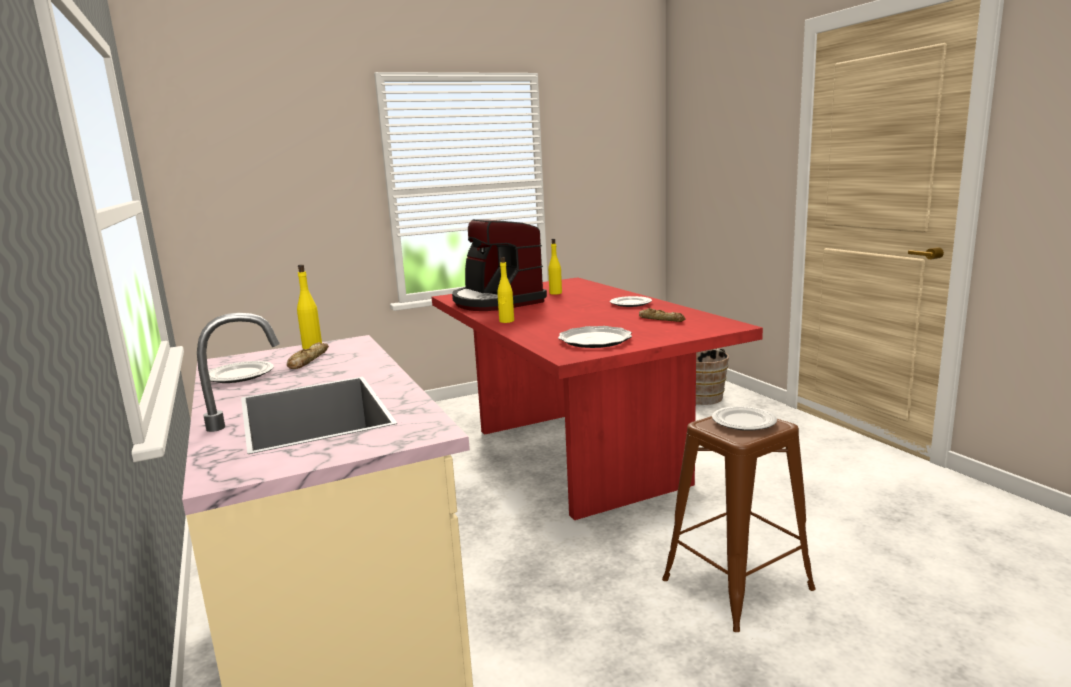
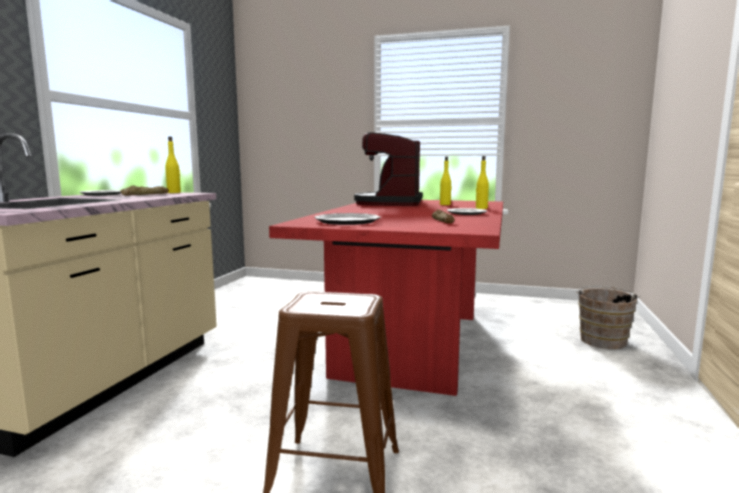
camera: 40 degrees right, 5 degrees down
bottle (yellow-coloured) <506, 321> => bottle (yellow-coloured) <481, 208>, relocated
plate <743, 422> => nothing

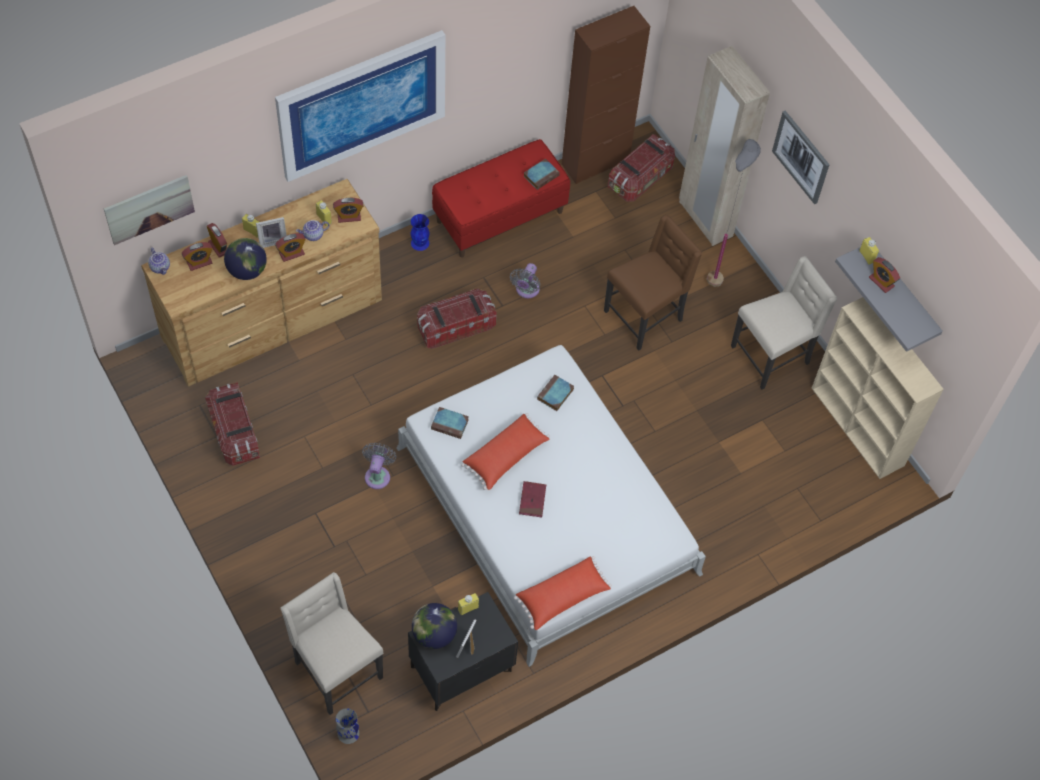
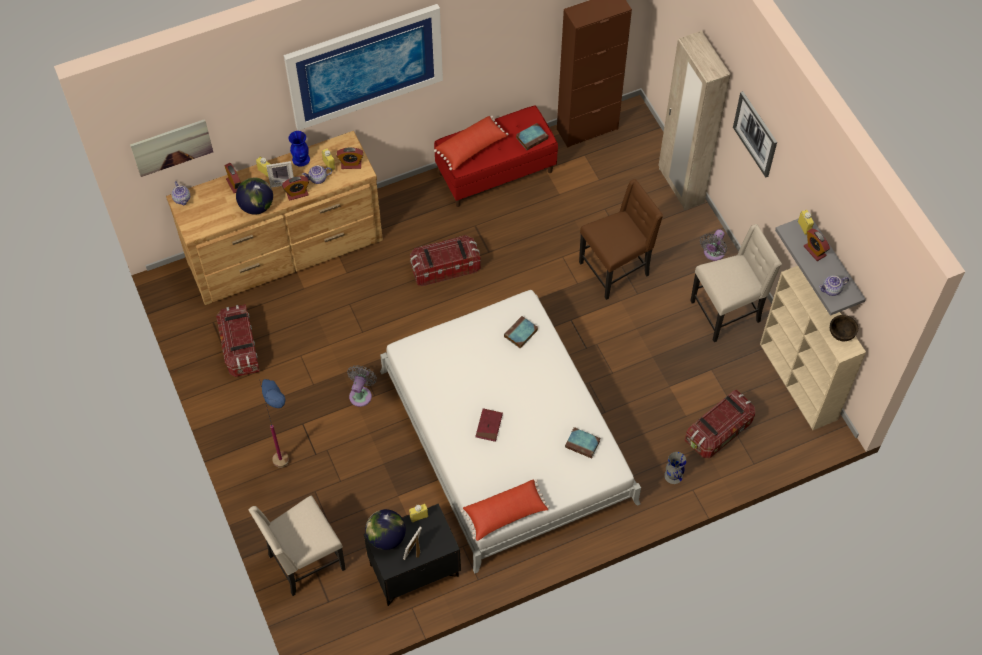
camera: 10 degrees right, 0 degrees up
upright chair (beige-coloured) <336, 670> => upright chair (beige-coloured) <304, 562>, 90 degrees counterclockwise
nothing => standard lamp (bluish) <289, 472>
vase (bluish) <420, 243> => vase (bluish) <301, 159>, relocated
throw pillow (red) <506, 456> => throw pillow (red) <471, 148>, relocated
book <450, 424> => book <583, 444>, relocated
vase (grey) <348, 733> => vase (grey) <673, 476>, relocated
storage box <640, 178> => storage box <719, 432>, relocated
cooling fan (grey) <526, 290> => cooling fan (grey) <713, 253>, relocated
nothing => tea pot <831, 290>
nothing => deep dish (brown) <841, 333>
alarm clock <199, 262> => nothing
standard lamp (grey) <718, 271> => nothing

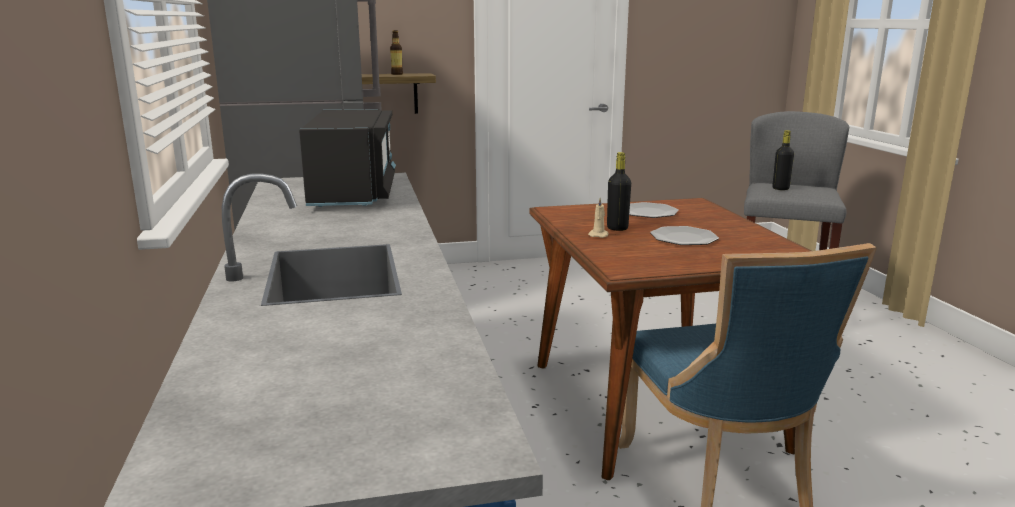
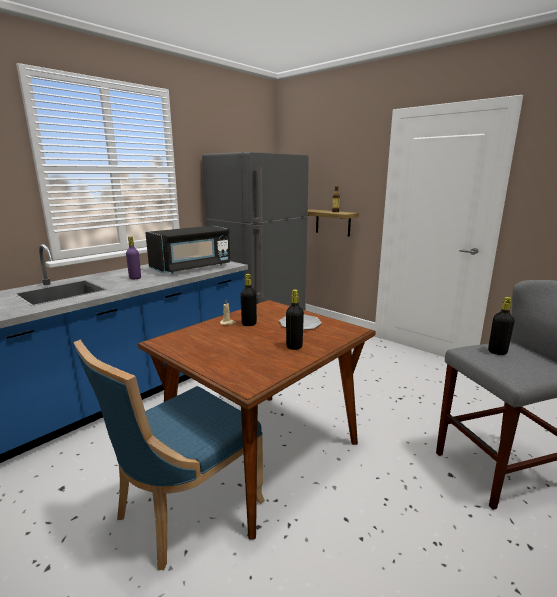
camera: 55 degrees right, 0 degrees up
nothing => bottle (purple) <135, 278>
nothing => bottle (black-coloured) <294, 346>
plate <683, 238> => nothing

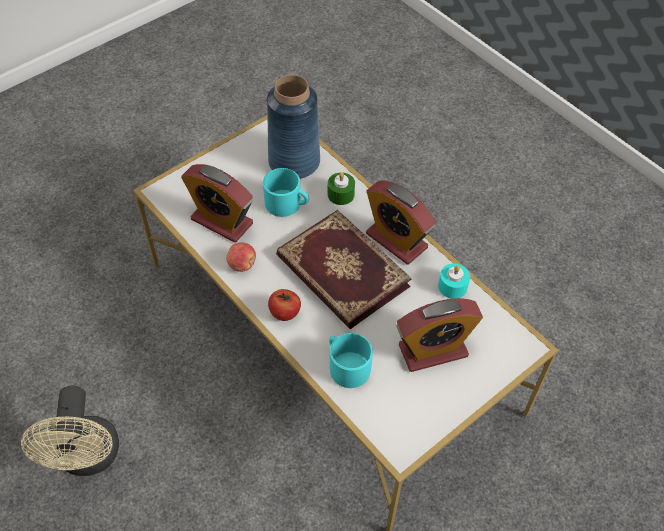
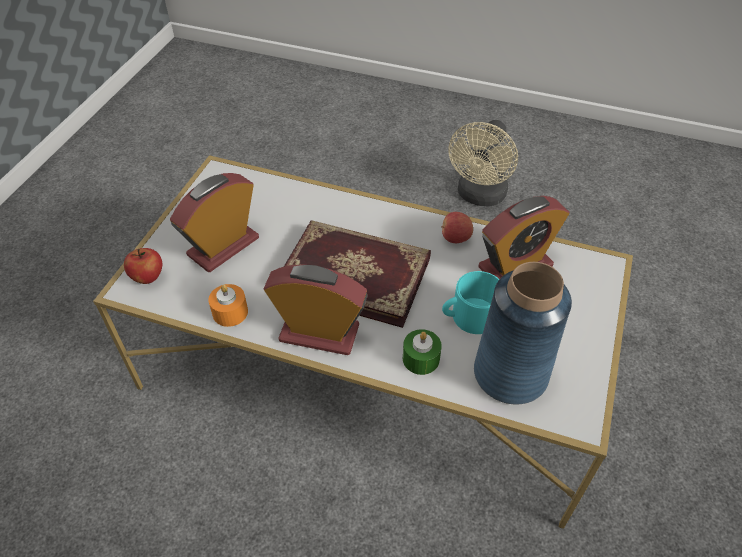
camera: 150 degrees right, 5 degrees down
whole apple <285, 313> => whole apple <148, 277>, relocated
wax light (turquoise-coloured) <452, 286> => wax light (orange) <230, 312>
cooling fan (beige-coloured) <88, 459> => cooling fan (beige-coloured) <479, 196>, 120 degrees counterclockwise
alarm clock <222, 221> => alarm clock <515, 266>, 150 degrees clockwise
coffee mug (turquoise-coloured) <346, 365> => nothing

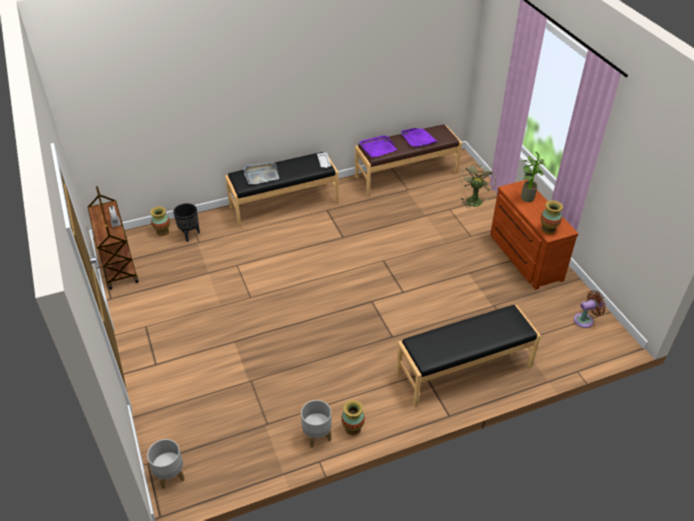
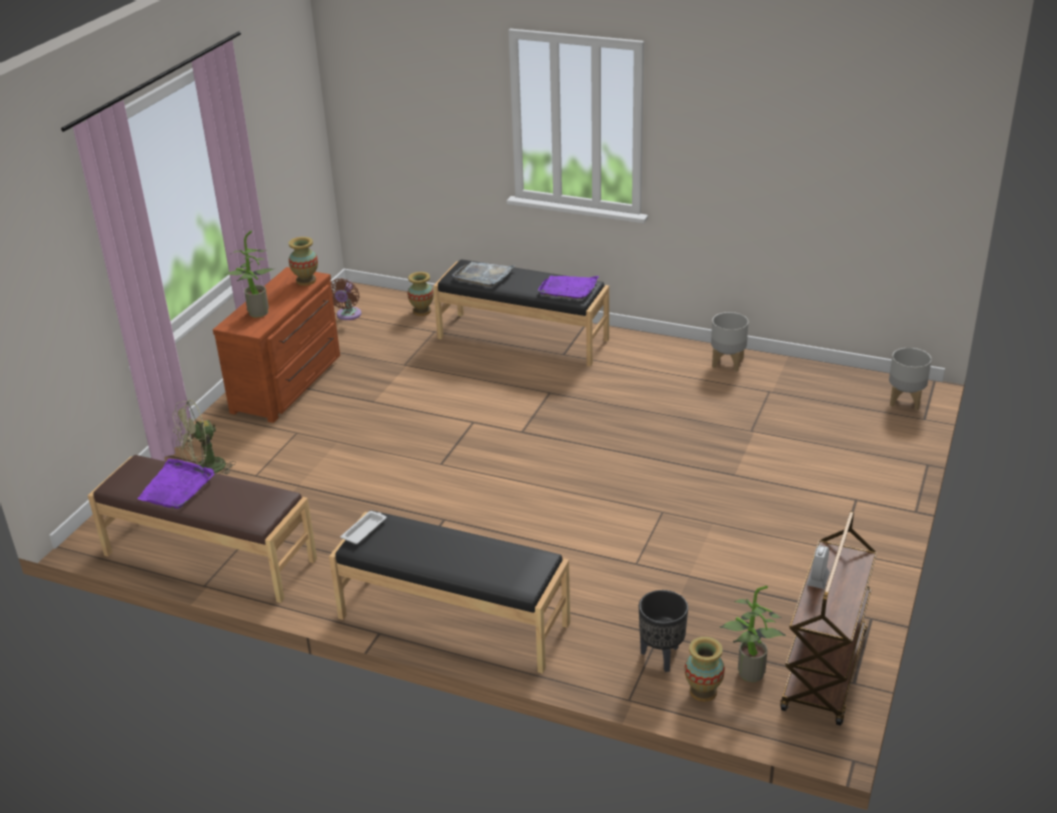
camera: 135 degrees left, 10 degrees down
cooling fan (brown) <585, 320> => cooling fan (brown) <348, 315>, 105 degrees counterclockwise
vase <353, 428> => vase <422, 311>, relocated
tray (grey) <261, 174> => tray (grey) <484, 275>, relocated
tray (purple) <377, 148> => tray (purple) <568, 289>, relocated
nothing => plant in a pot <748, 675>

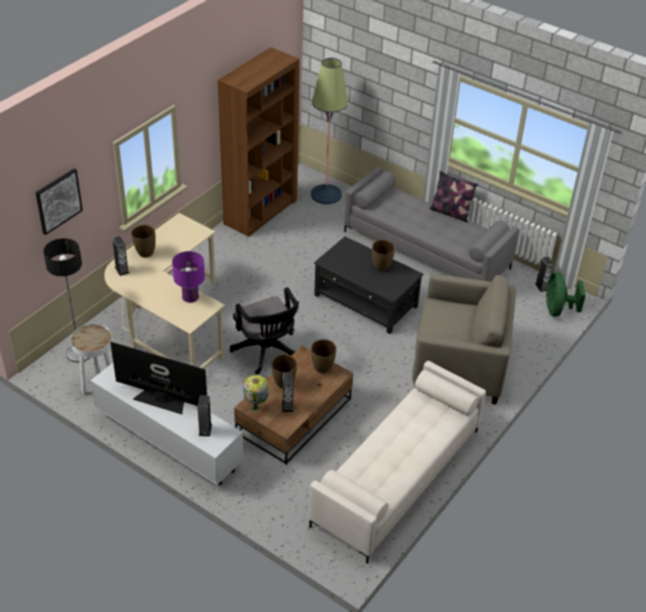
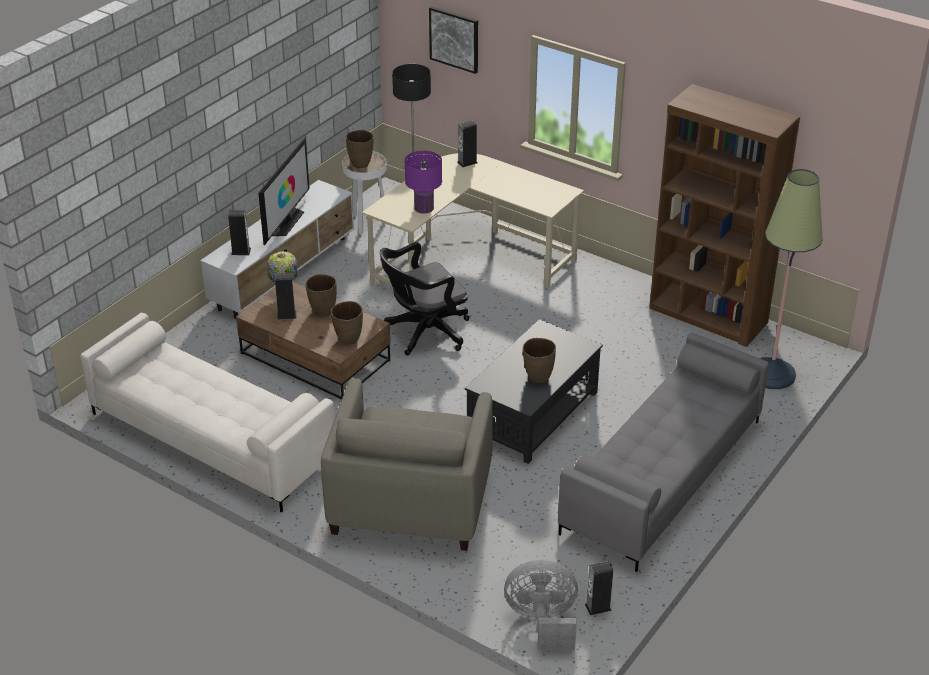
camera: 90 degrees right, 5 degrees down
vase (brown) <145, 253> => vase (brown) <360, 164>, relocated
cooling fan (greenish) <557, 309> => cooling fan (grey) <542, 622>
throw pillow <450, 213> => nothing

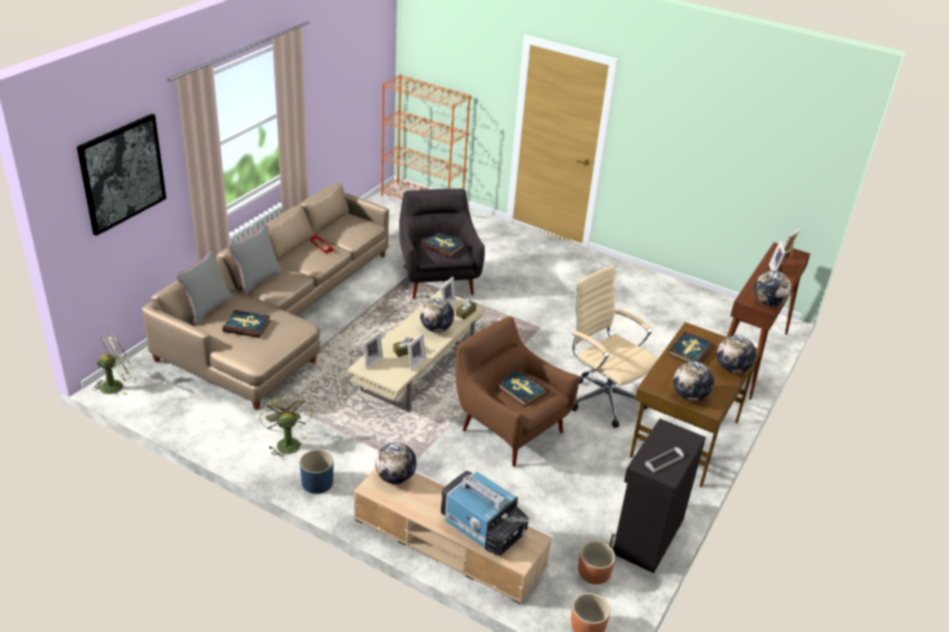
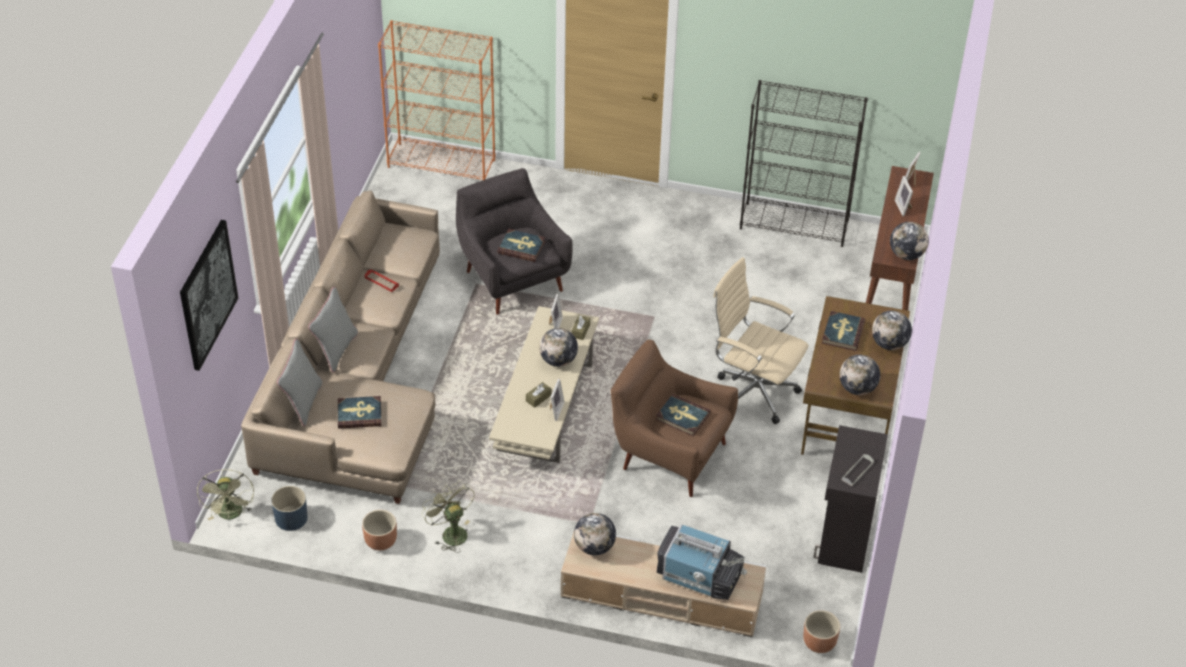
camera: 15 degrees left, 10 degrees up
cooling fan (greenish) <116, 385> => cooling fan (greenish) <231, 515>, 135 degrees clockwise
plant pot (bluish) <317, 482> => plant pot (bluish) <291, 518>, relocated
plant pot (brown) <594, 575> => plant pot (brown) <381, 541>, relocated
nothing => bookcase (black-coloured) <795, 224>
standing frame <371, 361> => nothing

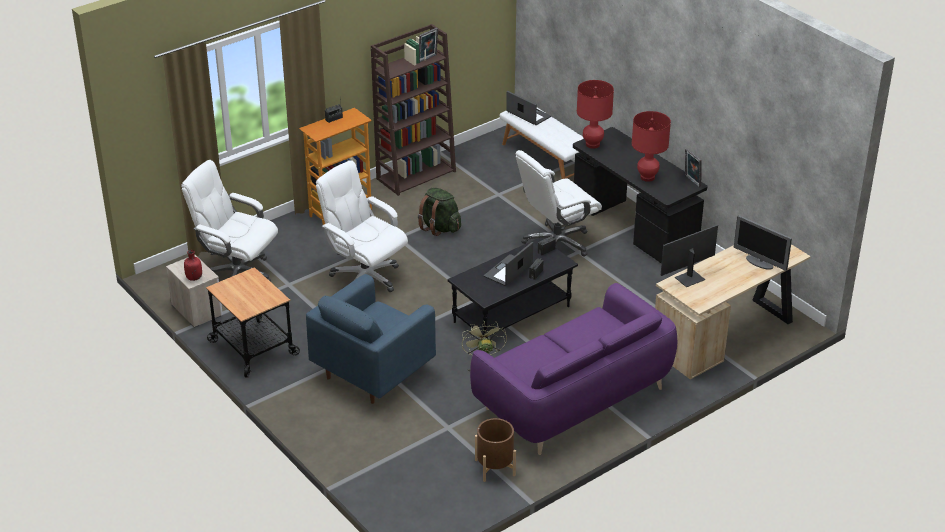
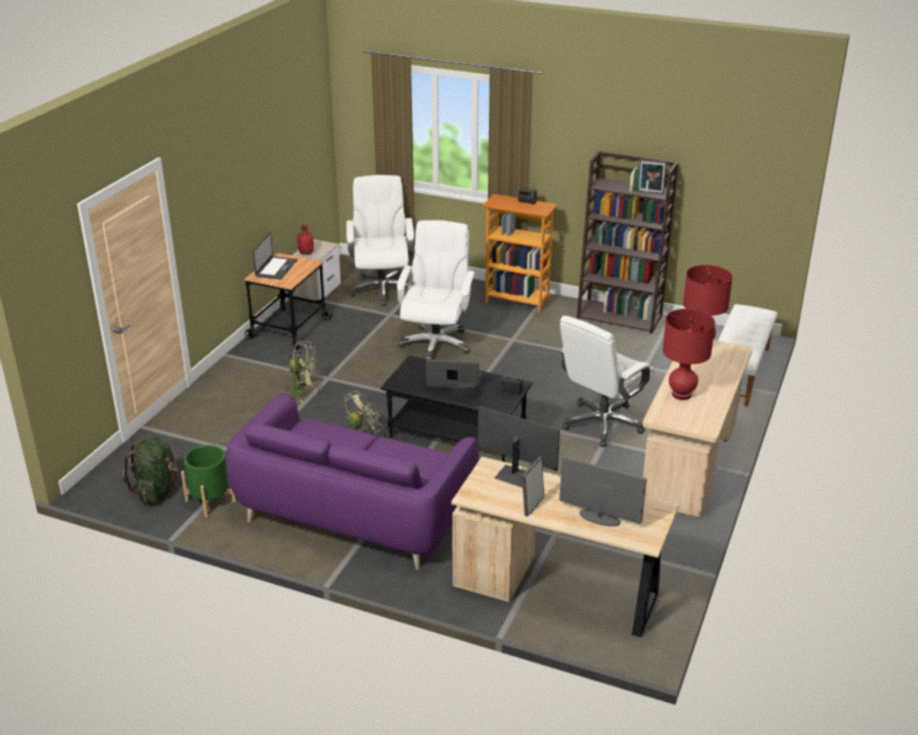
camera: 60 degrees right, 5 degrees down
rucksack (greenish) <439, 227> => rucksack (greenish) <157, 490>, relocated
plant pot (brown) <495, 467> => plant pot (greenish) <210, 501>
portable computer <528, 115> => portable computer <275, 268>, relocated
lounge chair (bluish) <373, 372> => cooling fan (greenish) <303, 392>
standing frame <691, 181> => standing frame <532, 505>, relocated
computer chair (white-coloured) <556, 243> => computer chair (white-coloured) <602, 424>, 75 degrees counterclockwise
computer display <759, 263> => computer display <599, 518>, 105 degrees clockwise
desk table (black-coloured) <634, 227> => desk table (beige-coloured) <690, 463>

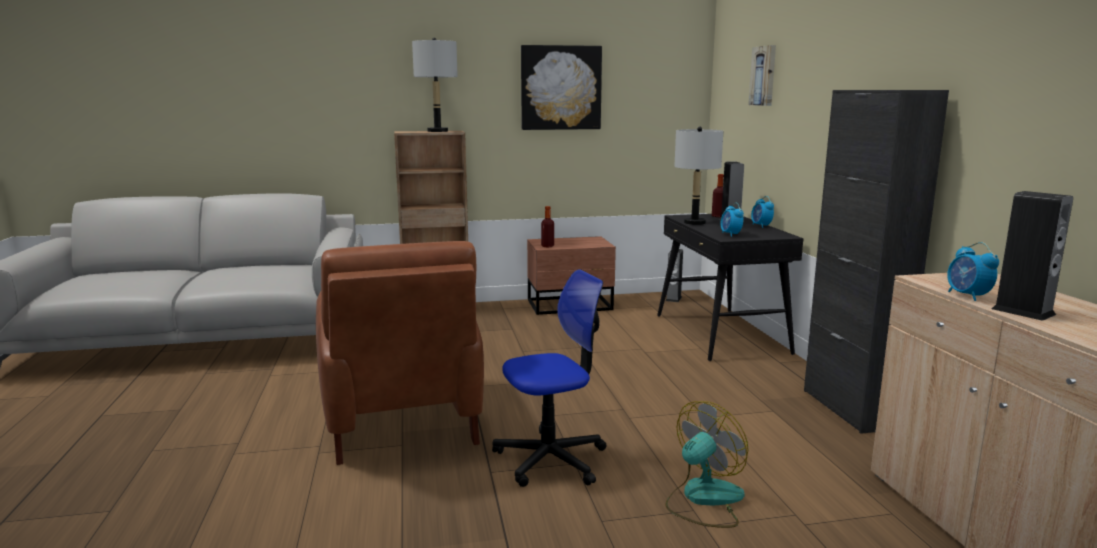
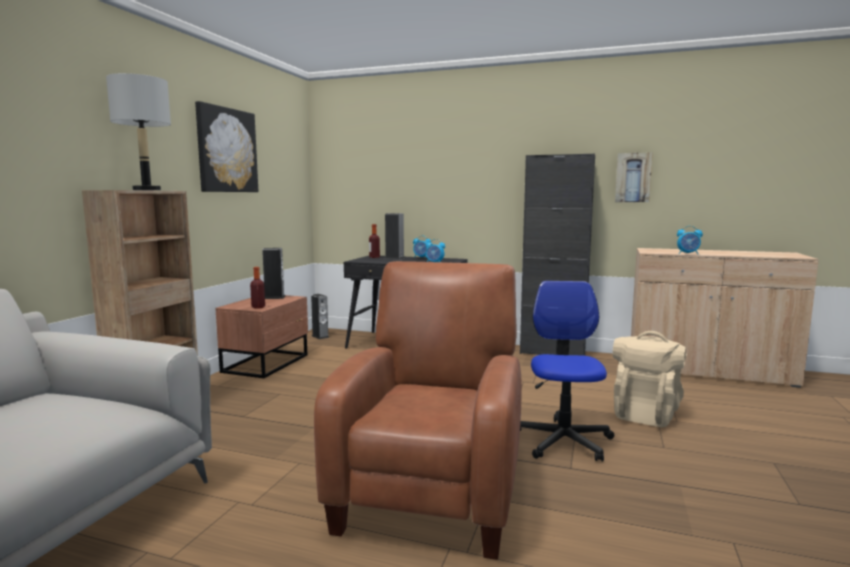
camera: 60 degrees left, 5 degrees down
loudspeaker <1023, 311> => loudspeaker <274, 297>, relocated
lounge chair (brown) <401, 421> => lounge chair (brown) <434, 488>, 90 degrees counterclockwise
cooling fan <703, 499> => rucksack (beige-coloured) <645, 413>
wall picture <764, 76> => wall picture <633, 177>, relocated
lamp for a table (grey) <695, 223> => nothing

